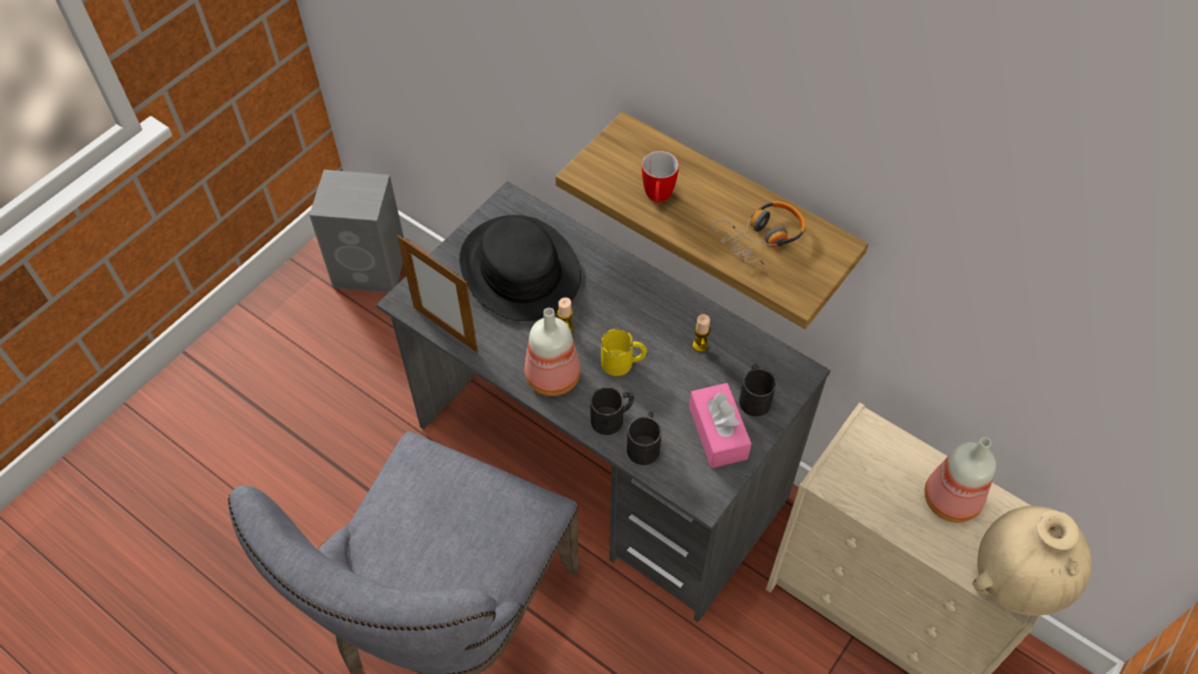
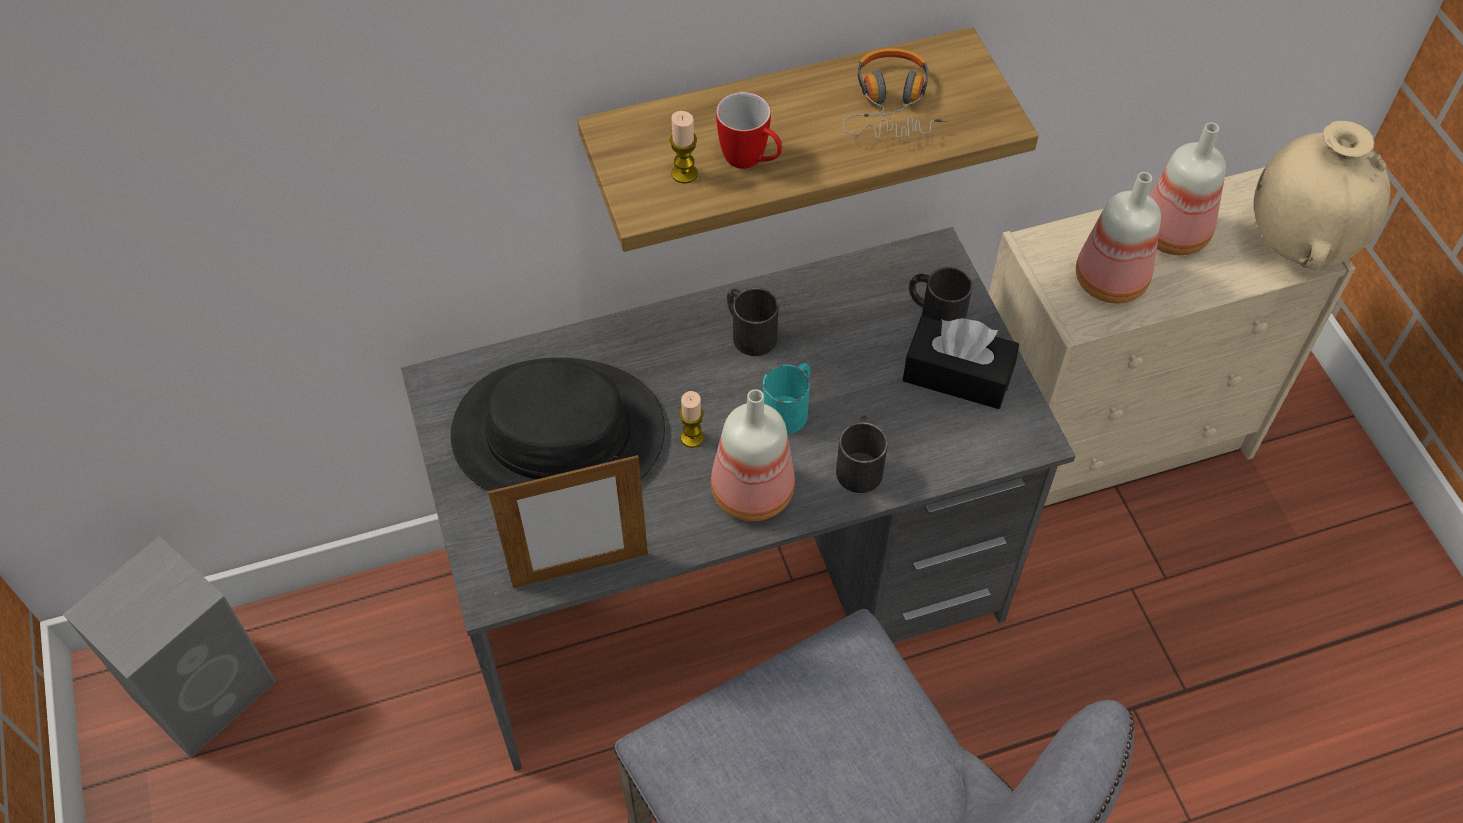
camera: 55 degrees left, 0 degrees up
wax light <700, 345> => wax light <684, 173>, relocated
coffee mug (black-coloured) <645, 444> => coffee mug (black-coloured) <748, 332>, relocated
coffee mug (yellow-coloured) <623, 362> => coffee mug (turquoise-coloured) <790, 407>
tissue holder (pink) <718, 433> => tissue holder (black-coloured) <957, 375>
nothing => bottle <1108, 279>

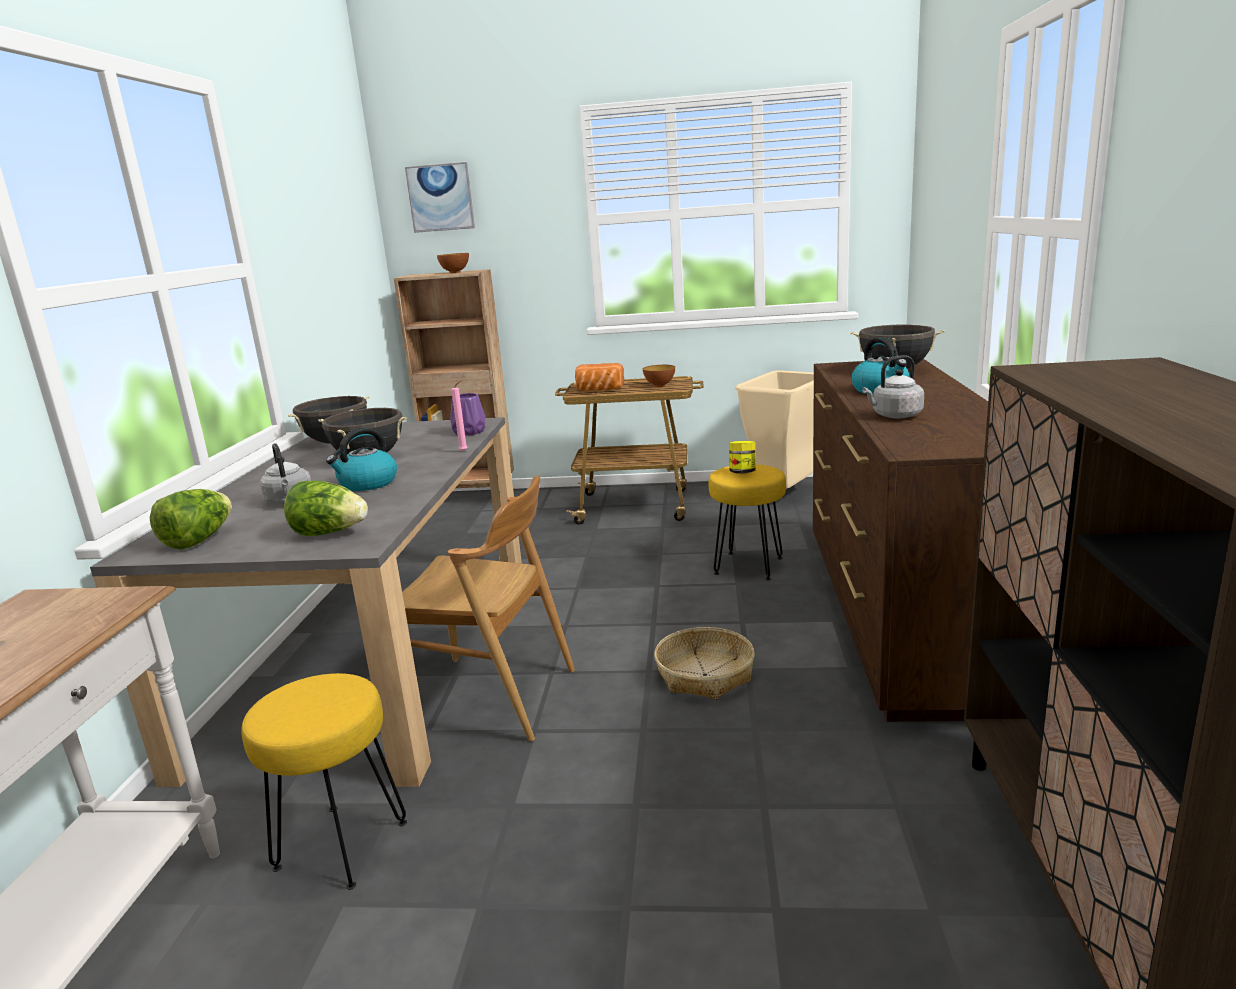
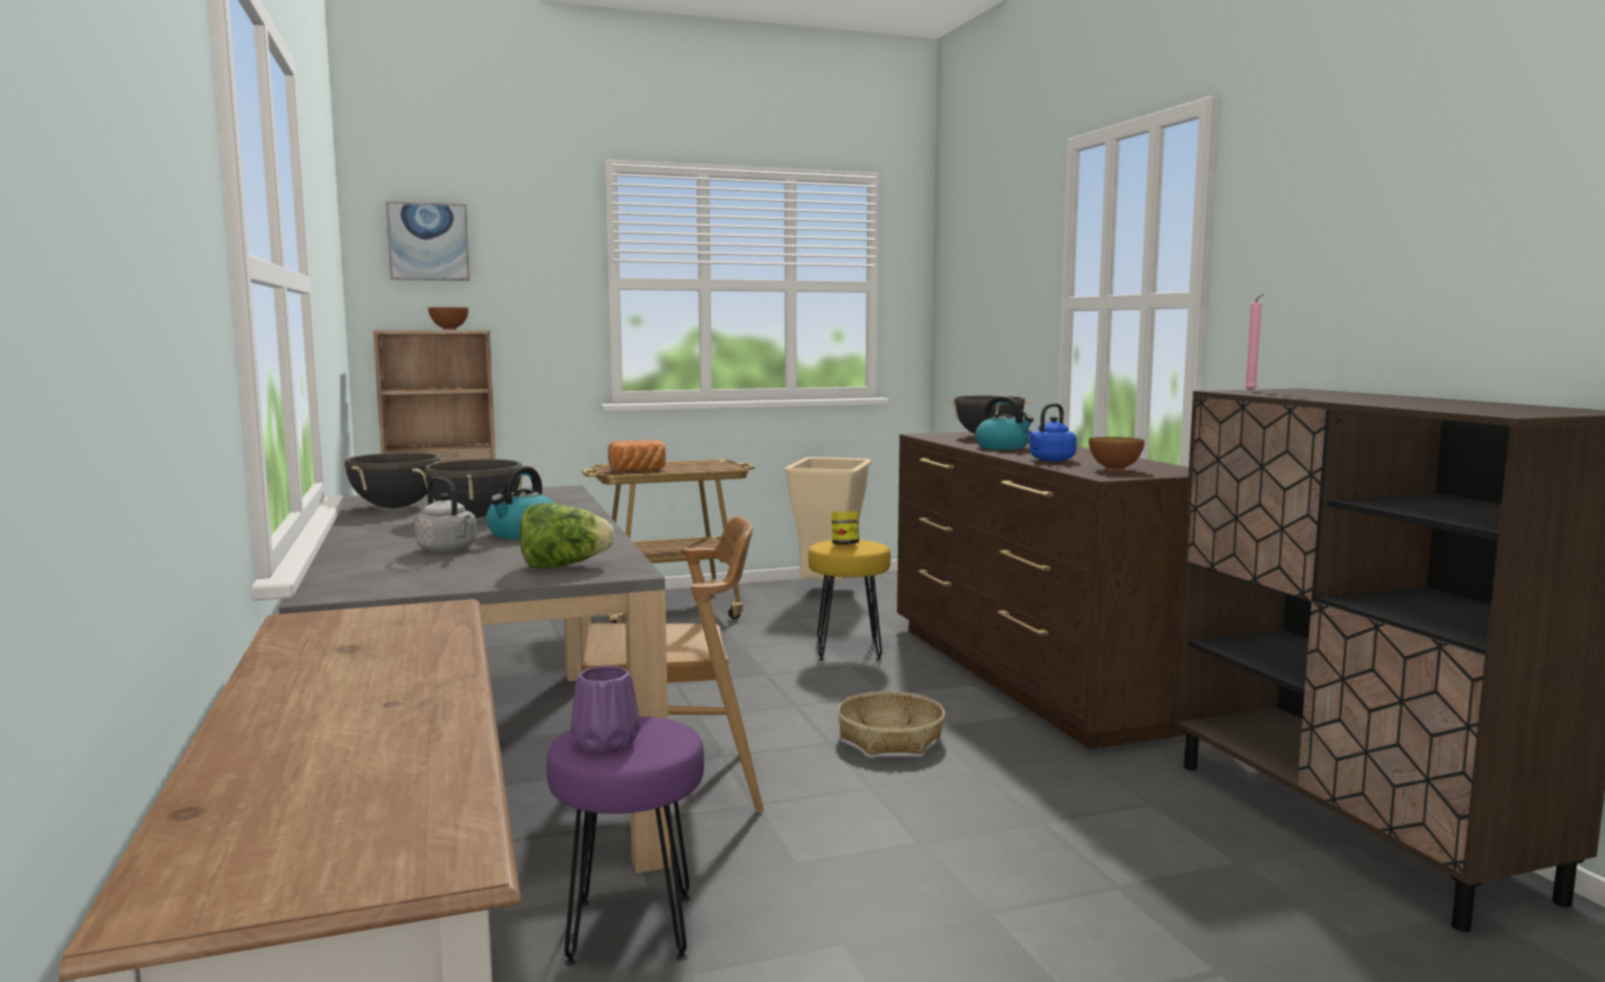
camera: 25 degrees left, 10 degrees down
sitting stool (yellow-coloured) <343, 844> => sitting stool (purple) <632, 928>
vase (purple) <469, 432> => vase (purple) <606, 744>, relocated
tea kettle (grey) <894, 416> => tea kettle (bluish) <1050, 460>
deep dish <659, 385> => deep dish <1115, 469>, relocated
wax light (pink) <465, 451> => wax light (pink) <1252, 391>, relocated
head of lettuce <199, 540> => nothing

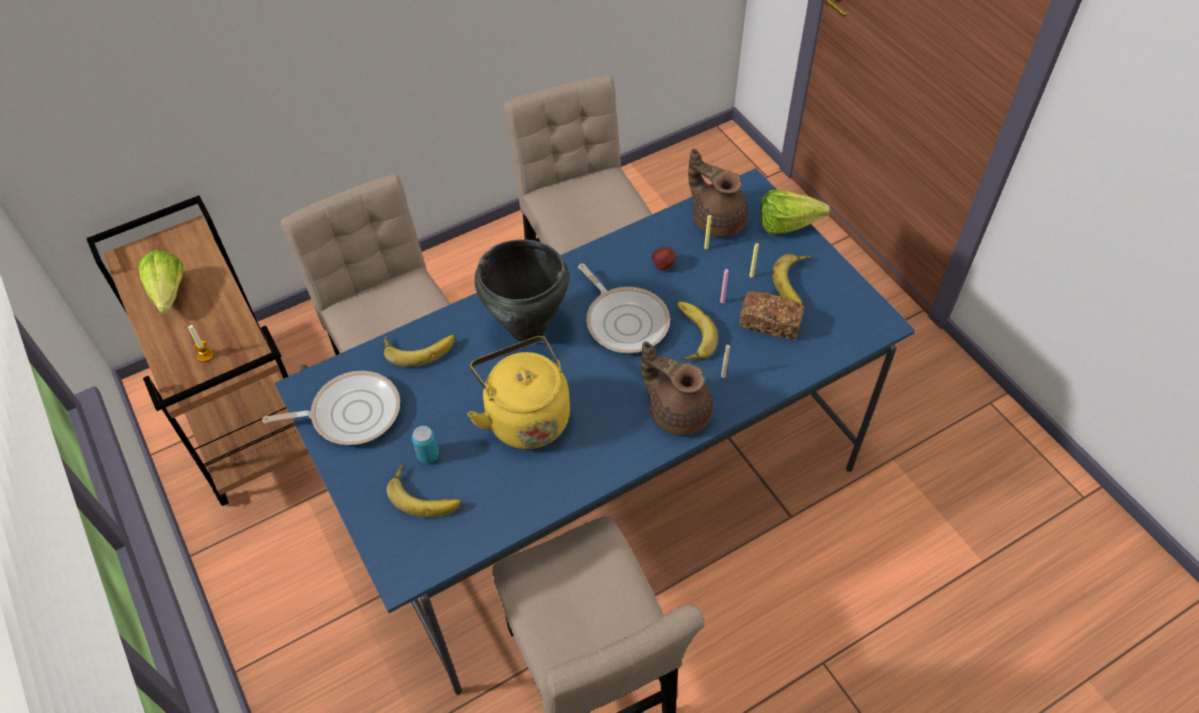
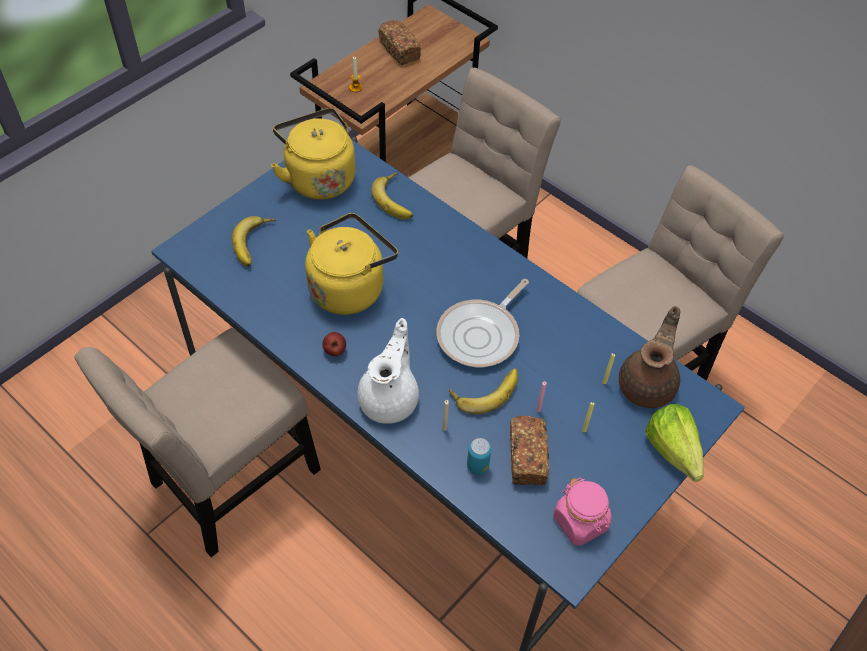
camera: 70 degrees right, 0 degrees up
frying pan <350, 413> => tea kettle (yellow-coloured) <318, 177>
whole apple <663, 266> => whole apple <335, 351>, relocated
tea pot (brown) <677, 411> => tea pot (white-coloured) <390, 399>
head of lettuce <168, 299> => baked bread <399, 51>
metal can <428, 455> => metal can <477, 466>, relocated
nothing => preserve jar (pink) <580, 522>
stockpot (black-coloured) <528, 330> => nothing
banana <796, 283> => nothing

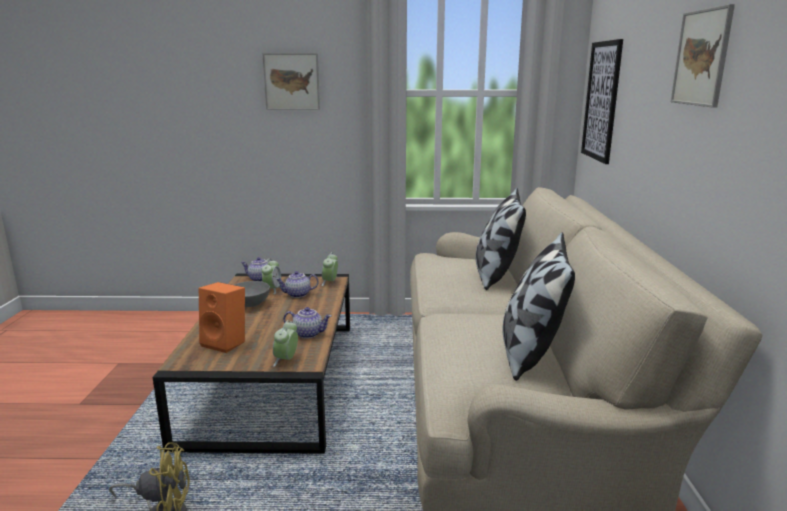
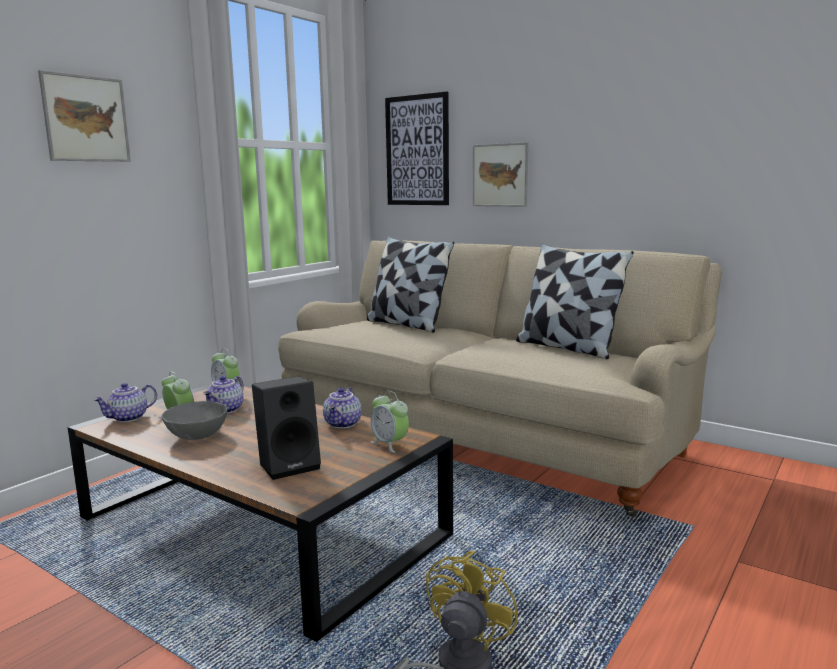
camera: 55 degrees left, 5 degrees down
loudspeaker (orange) <226, 343> => loudspeaker (black-coloured) <290, 465>
tea pot <308, 334> => tea pot <343, 424>, 150 degrees clockwise
wall picture <701, 58> => wall picture <500, 175>, relocated

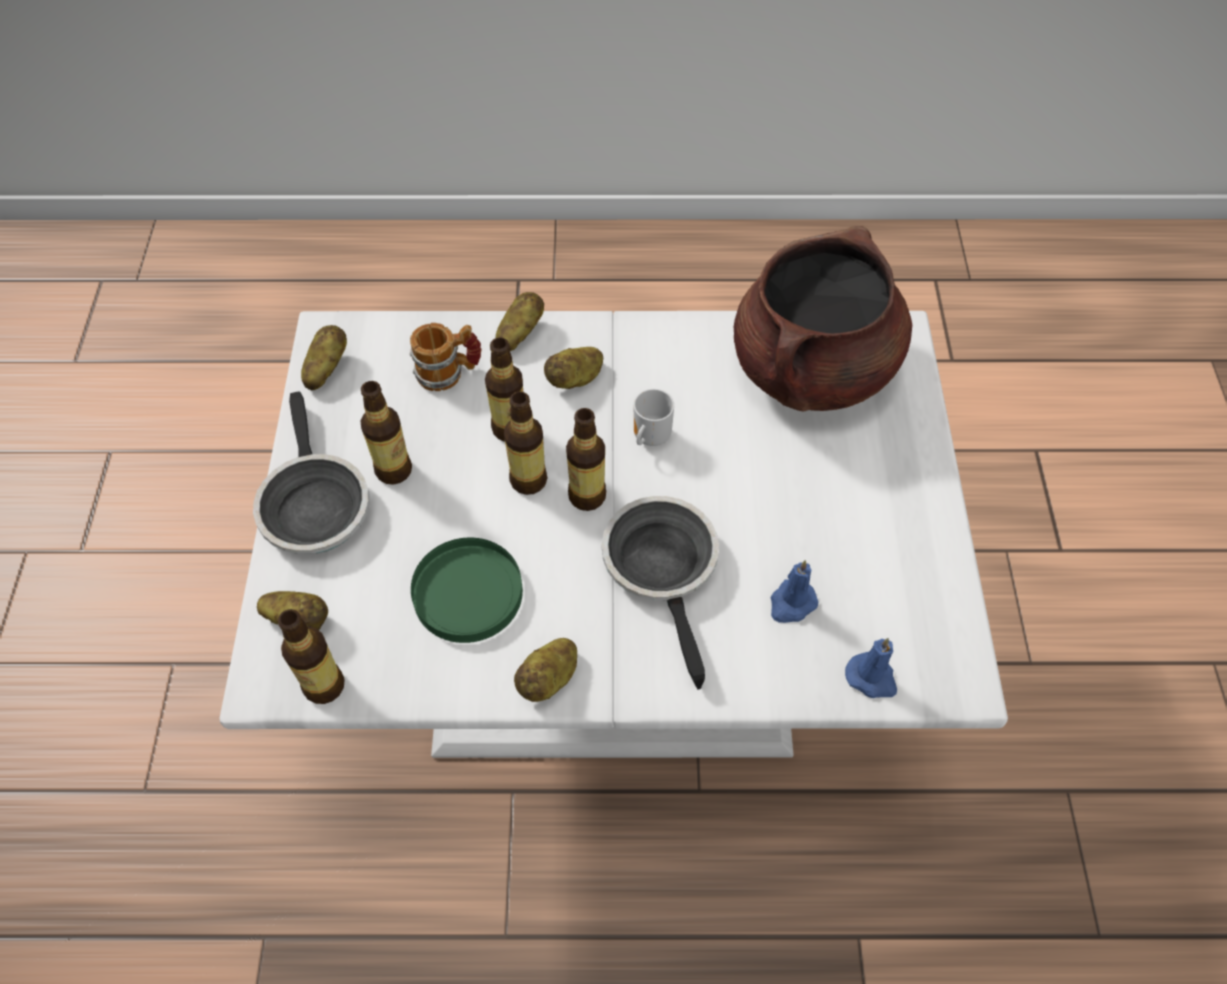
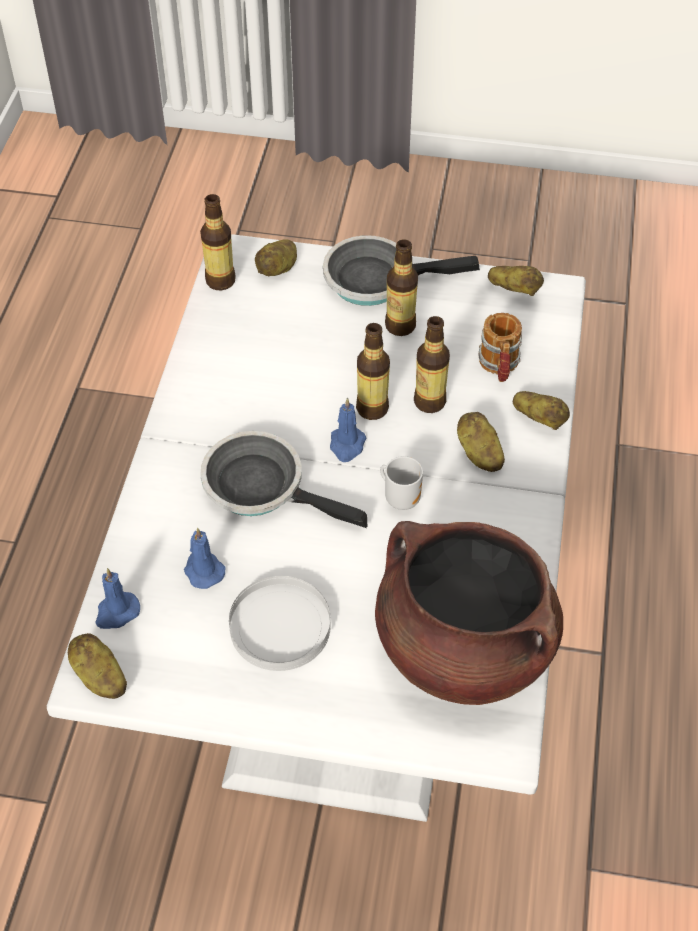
camera: 100 degrees right, 5 degrees down
potato <549, 679> => potato <99, 677>, relocated
frying pan <663, 568> => frying pan <262, 487>, 150 degrees counterclockwise
nothing => plate (white-coloured) <280, 627>
bottle <587, 496> => wax light (bluish) <347, 445>
plate (greenish) <469, 593> => nothing

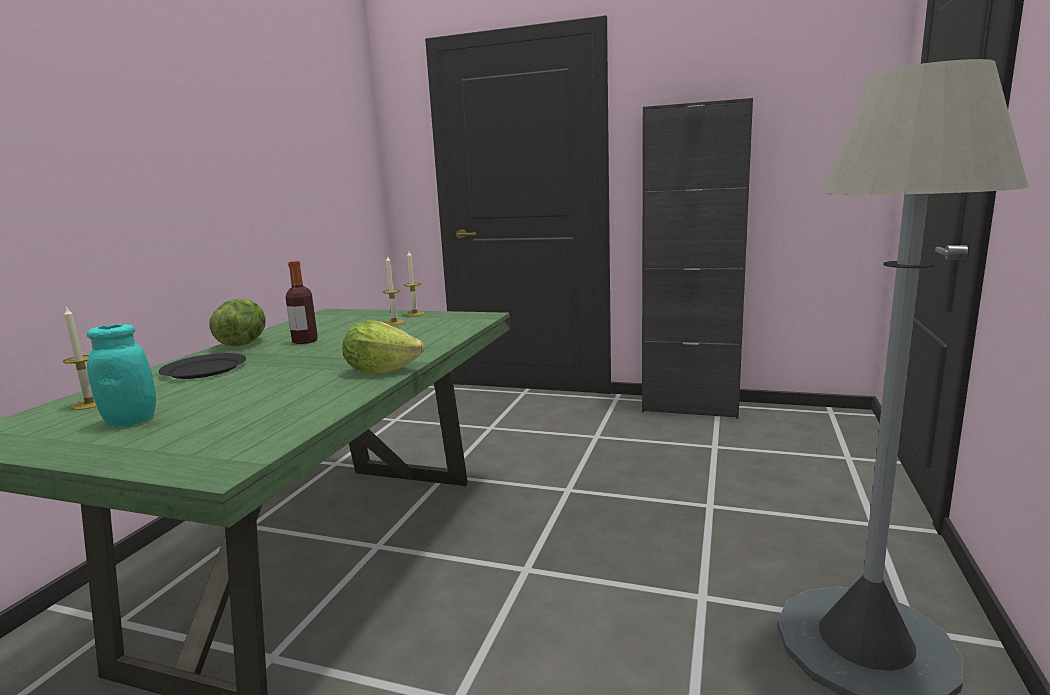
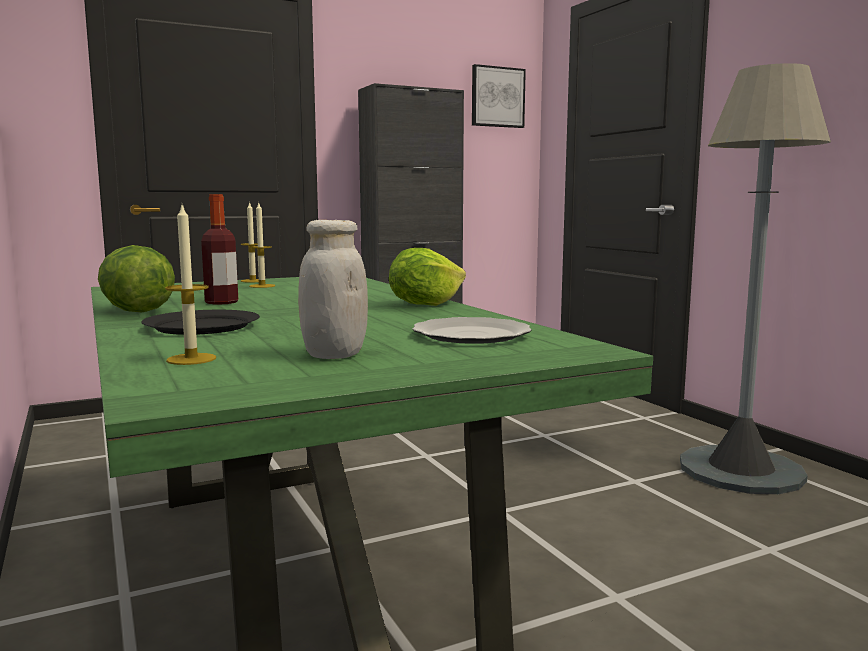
camera: 45 degrees left, 5 degrees down
preserve jar (turquoise-coloured) <131, 421> => preserve jar (white-coloured) <334, 354>
nothing => plate <473, 335>
nothing => wall picture <497, 97>

